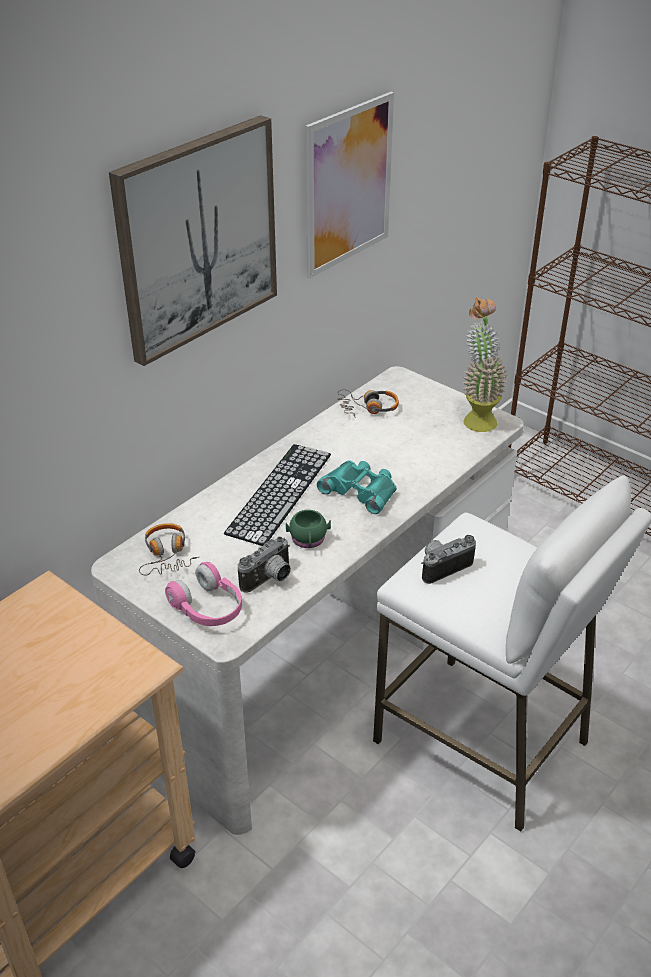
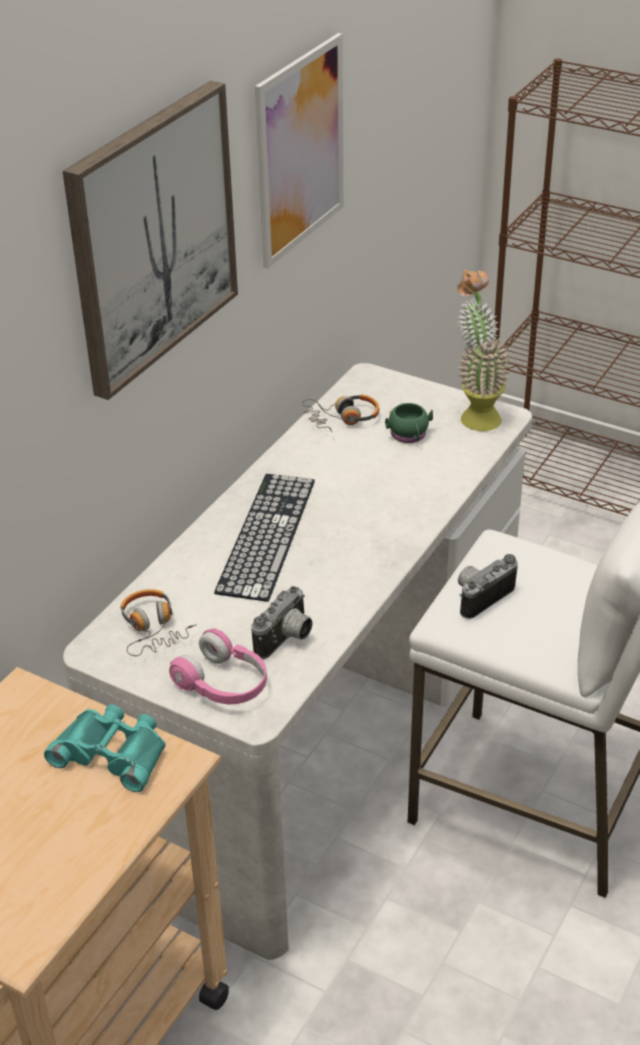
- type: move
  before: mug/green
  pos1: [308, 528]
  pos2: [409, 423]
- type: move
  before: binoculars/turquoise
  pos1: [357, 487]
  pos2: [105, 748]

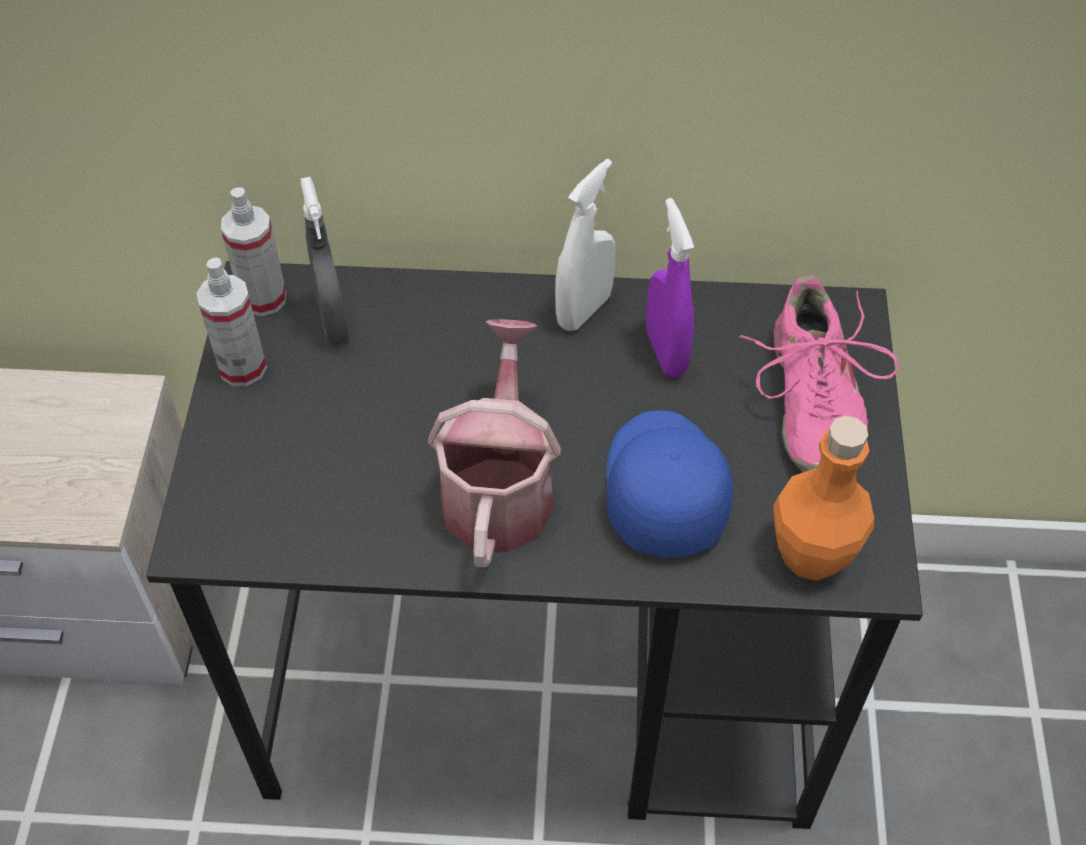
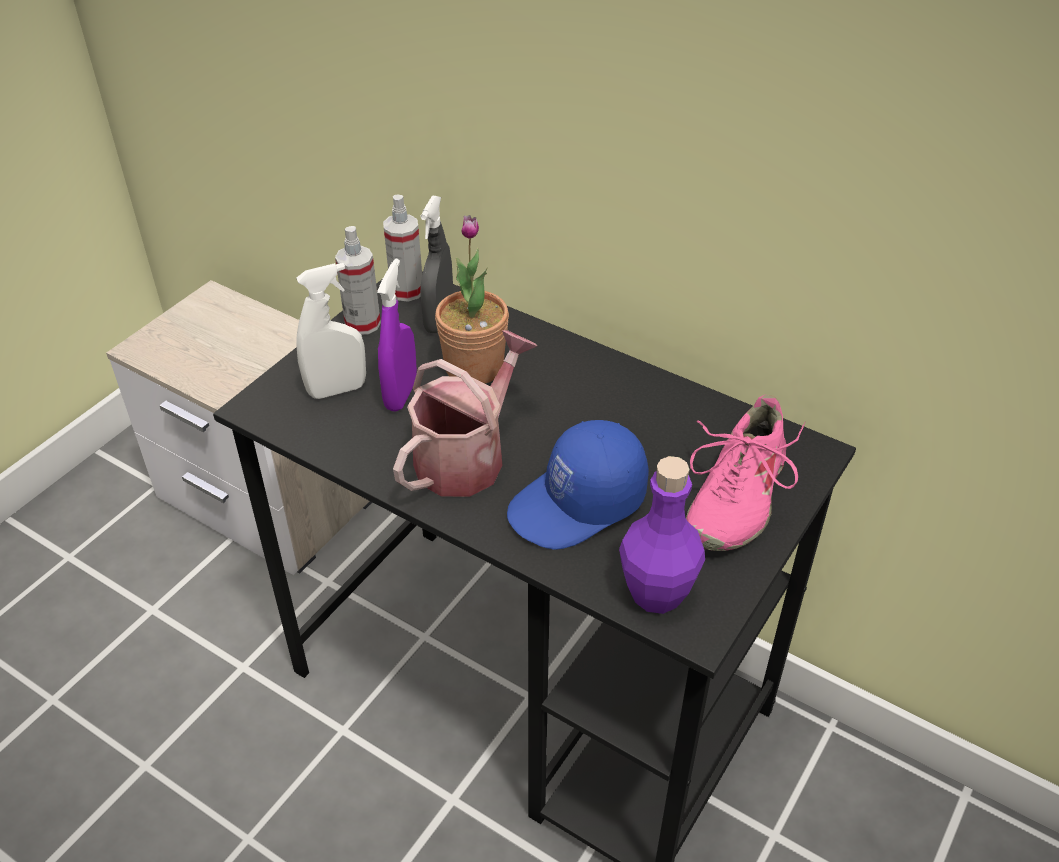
- type: move
  before: spray bottle/white
  pos1: [585, 245]
  pos2: [331, 331]
- type: rotate
  before: cap/blue
  pos1: [670, 484]
  pos2: [578, 485]
  turn: -150
- type: move
  before: spray bottle/purple
  pos1: [670, 287]
  pos2: [397, 335]
- type: recolor
  before: bottle/orange
  after: bottle/purple
  pos1: [823, 498]
  pos2: [662, 535]
- type: insert
  after: potted plant
  pos2: [472, 299]

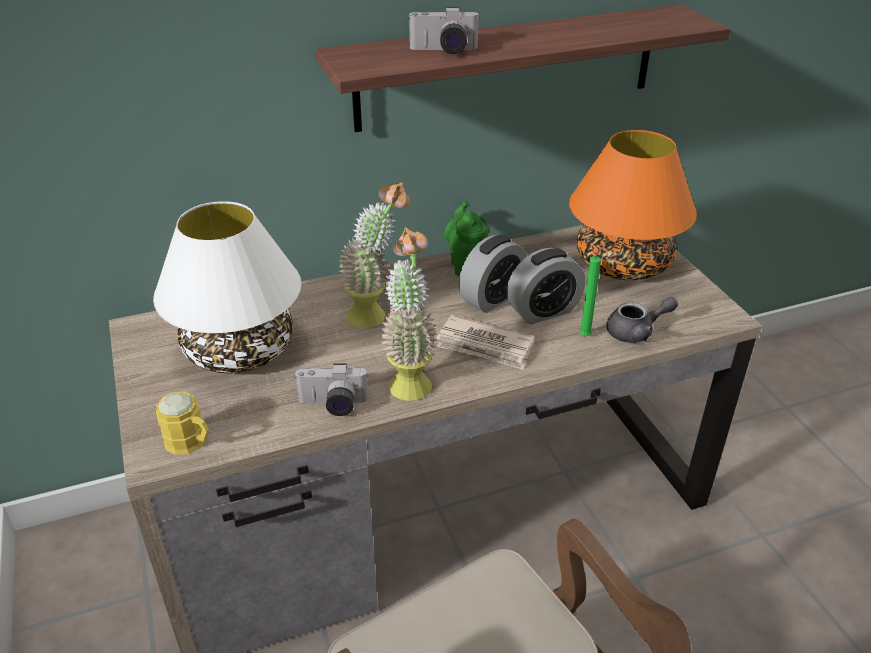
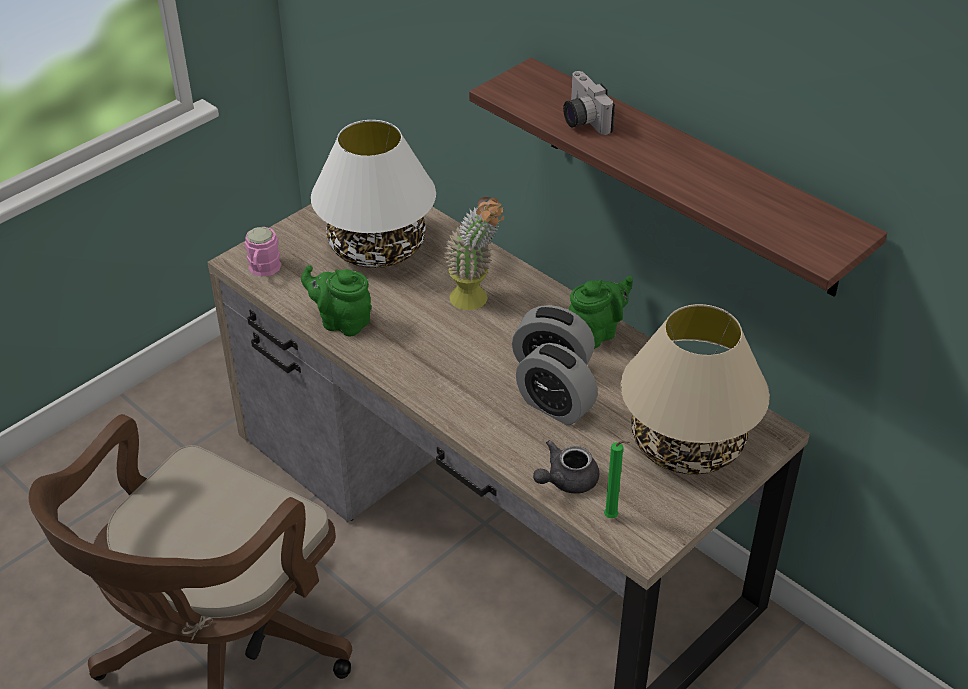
- type: recolor
  before: mug/yellow
  after: mug/pink
  pos1: [182, 423]
  pos2: [263, 252]
- type: replace
  before: photo camera
  after: teapot/green
  pos1: [331, 389]
  pos2: [336, 301]
- type: delete
  before: potted plant
  pos1: [409, 314]
- type: delete
  before: newspaper
  pos1: [485, 342]
- type: recolor
  before: table lamp/orange
  after: table lamp/beige
  pos1: [633, 205]
  pos2: [695, 389]
- type: move
  before: candle/green
  pos1: [592, 291]
  pos2: [617, 479]
- type: rotate
  before: teapot/grey
  pos1: [642, 320]
  pos2: [566, 467]
  turn: 90

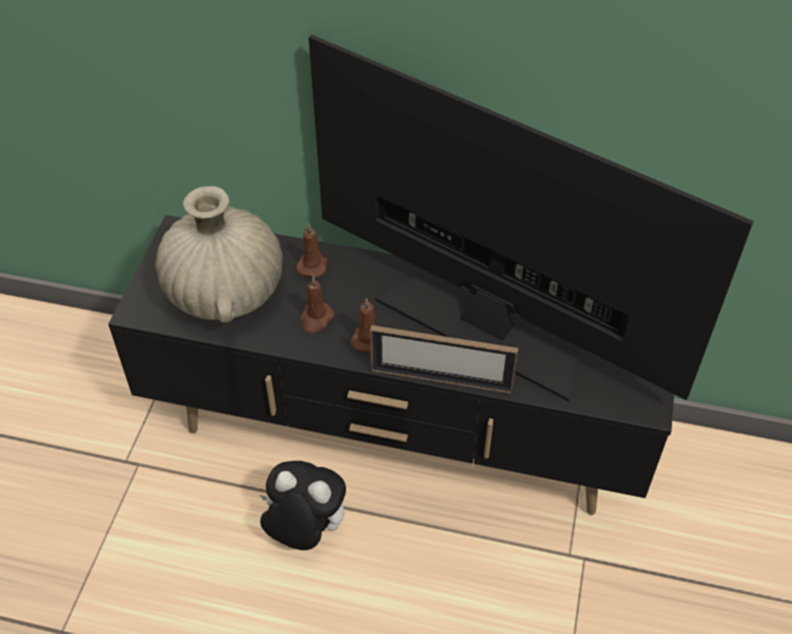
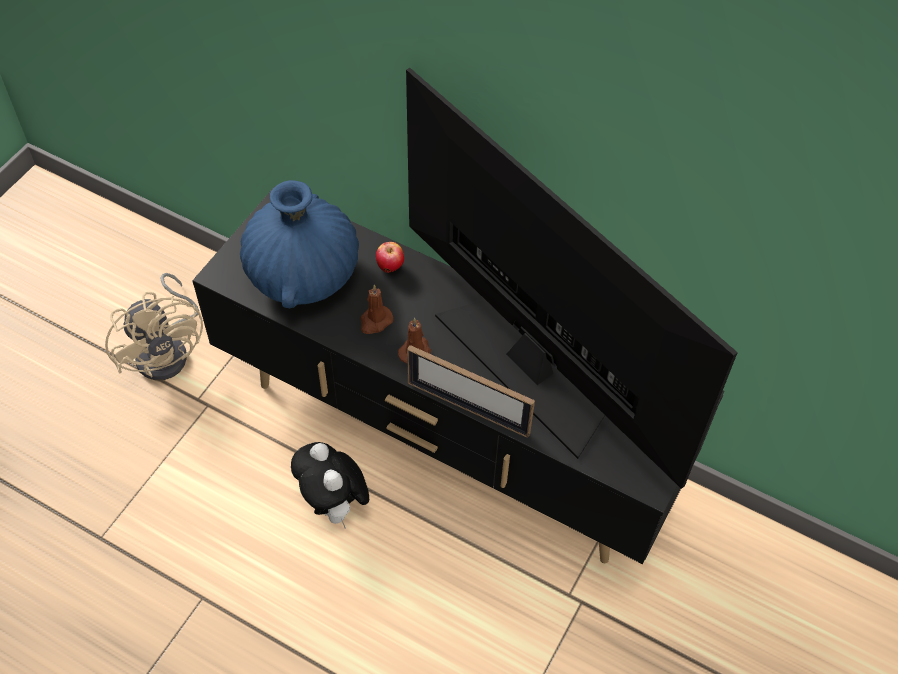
- type: recolor
  before: vase/beige
  after: vase/blue
  pos1: [219, 254]
  pos2: [299, 244]
- type: rotate
  before: plush toy
  pos1: [303, 505]
  pos2: [330, 485]
  turn: -150
- type: replace
  before: candle/brown
  after: apple
  pos1: [312, 251]
  pos2: [390, 257]
- type: insert
  after: fan/beige
  pos2: [154, 326]

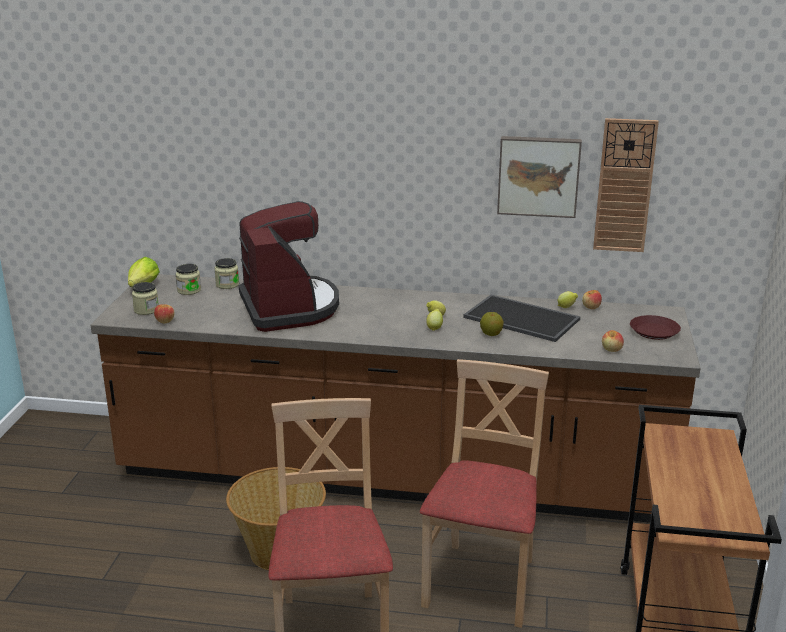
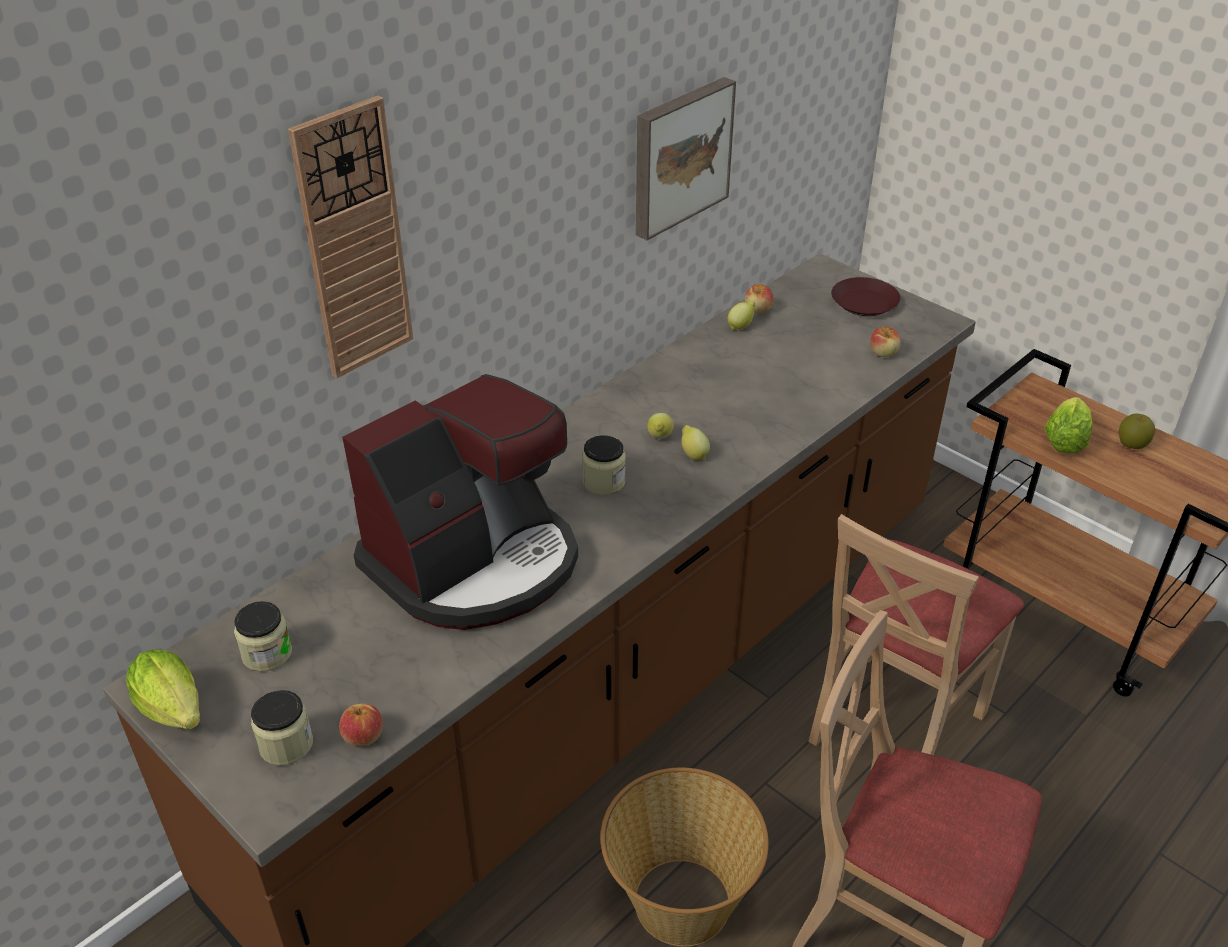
- type: move
  before: jar
  pos1: [226, 273]
  pos2: [604, 465]
- type: rotate
  before: coffee machine
  pos1: [289, 266]
  pos2: [460, 502]
  turn: 120
- type: rotate
  before: chair/beige
  pos1: [484, 493]
  pos2: [916, 634]
  turn: -105
- type: delete
  before: tray
  pos1: [521, 318]
- type: move
  before: apple
  pos1: [492, 324]
  pos2: [1137, 431]
- type: move
  before: wall clock
  pos1: [626, 185]
  pos2: [350, 237]
- type: insert
  after: lettuce
  pos2: [1068, 425]

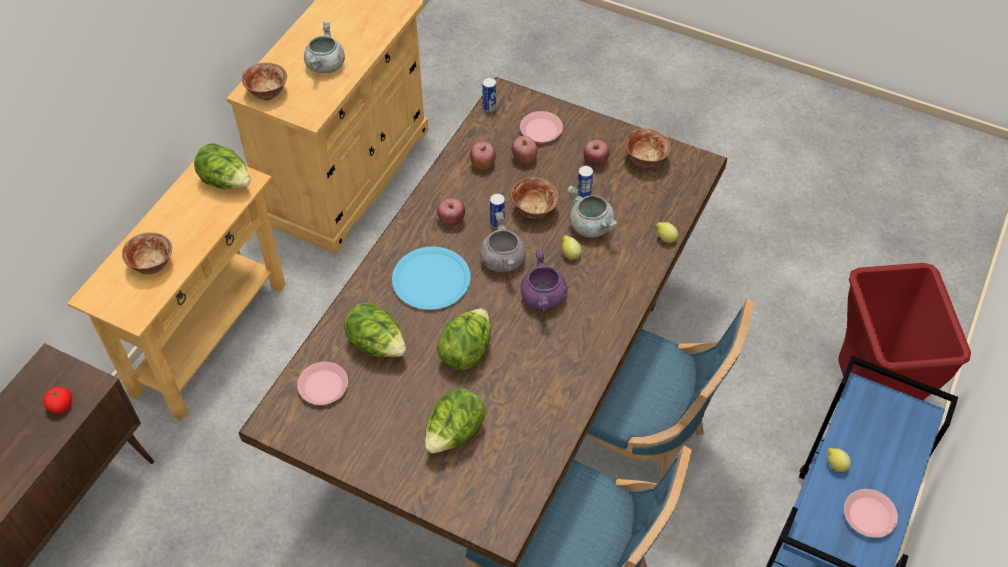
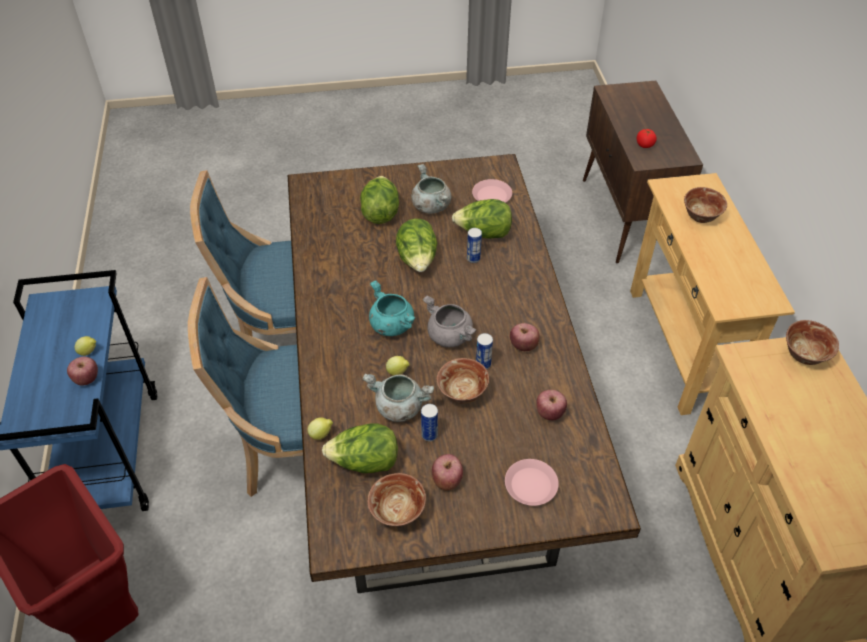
- type: move
  before: lettuce
  pos1: [222, 166]
  pos2: [360, 448]
- type: move
  before: cooking pot/grey
  pos1: [324, 47]
  pos2: [431, 188]
- type: delete
  before: plate/blue
  pos1: [431, 278]
- type: move
  before: can
  pos1: [489, 94]
  pos2: [474, 245]
- type: move
  before: apple
  pos1: [524, 150]
  pos2: [82, 371]
- type: recolor
  before: cooking pot/purple
  after: cooking pot/turquoise
  pos1: [544, 280]
  pos2: [392, 308]
- type: delete
  before: plate/pink
  pos1: [871, 513]

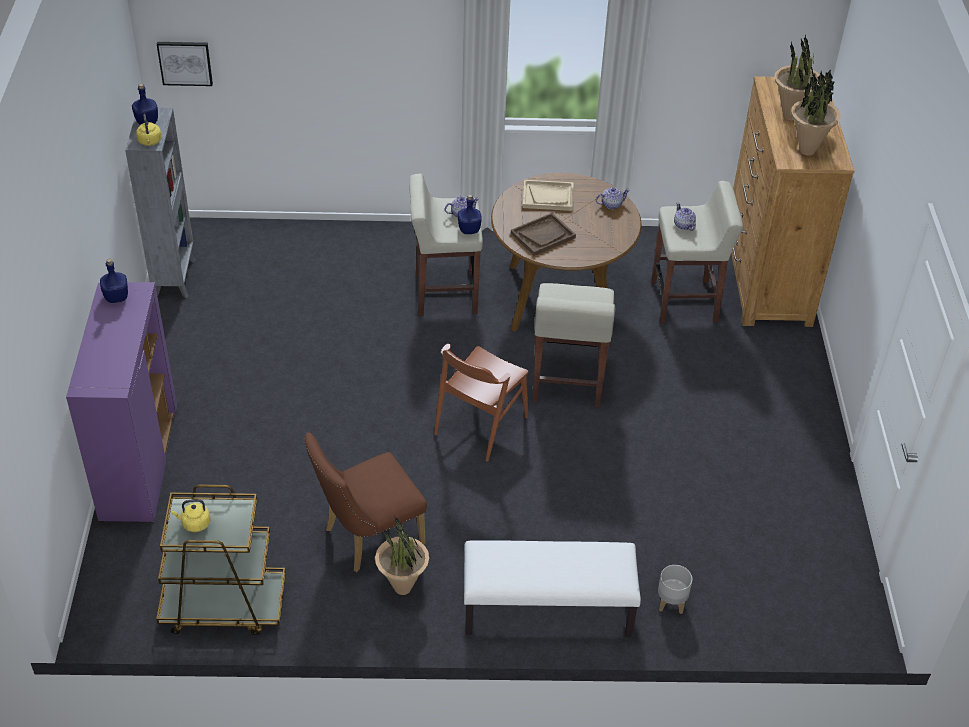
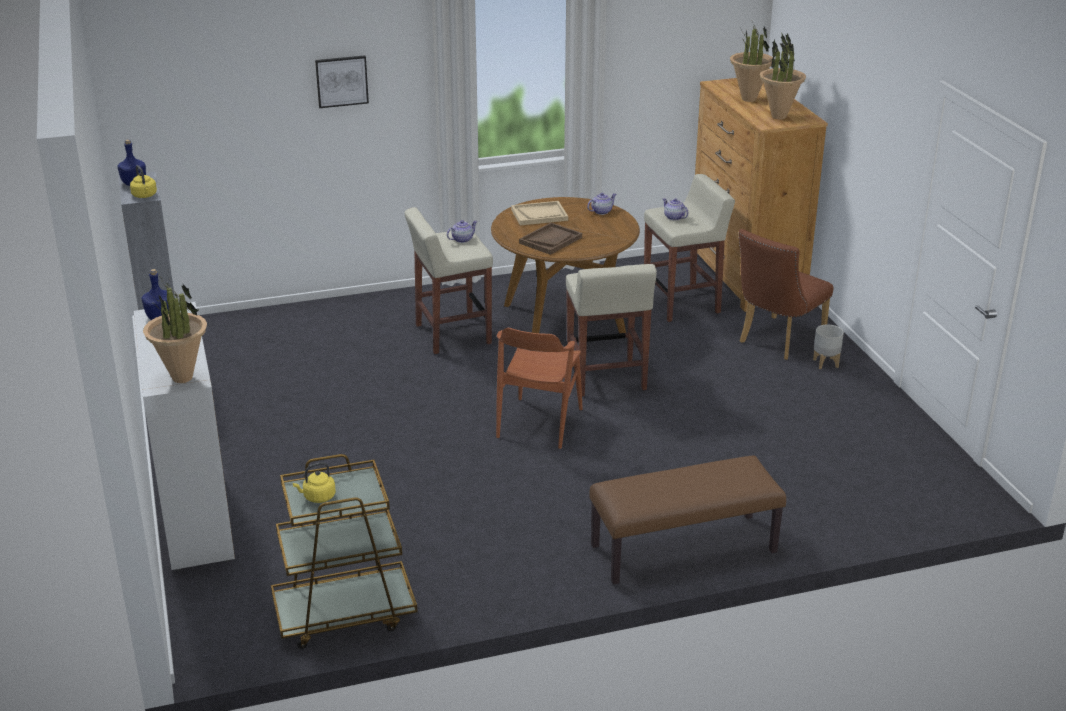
- type: recolor
  before: cabinet/purple
  after: cabinet/white
  pos1: [121, 402]
  pos2: [184, 436]
- type: move
  before: picture
  pos1: [185, 64]
  pos2: [342, 81]
- type: move
  before: chair/brown
  pos1: [365, 502]
  pos2: [786, 294]
- type: move
  before: potted plant
  pos1: [402, 555]
  pos2: [175, 328]
- type: delete
  before: bottle/blue
  pos1: [470, 214]
- type: recolor
  before: bench/white
  after: bench/brown
  pos1: [552, 588]
  pos2: [687, 520]
- type: move
  before: planter/grey
  pos1: [675, 589]
  pos2: [828, 347]

